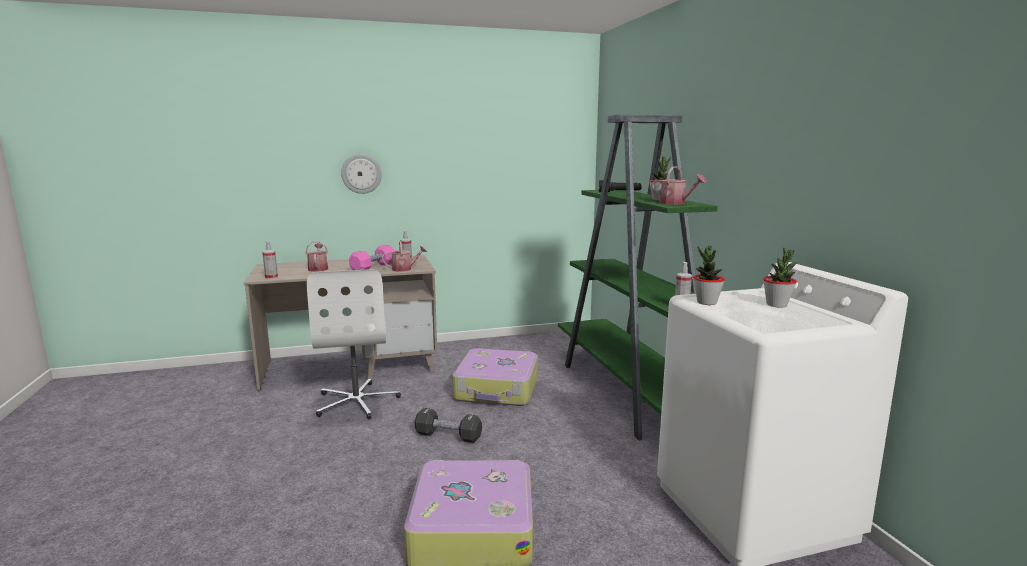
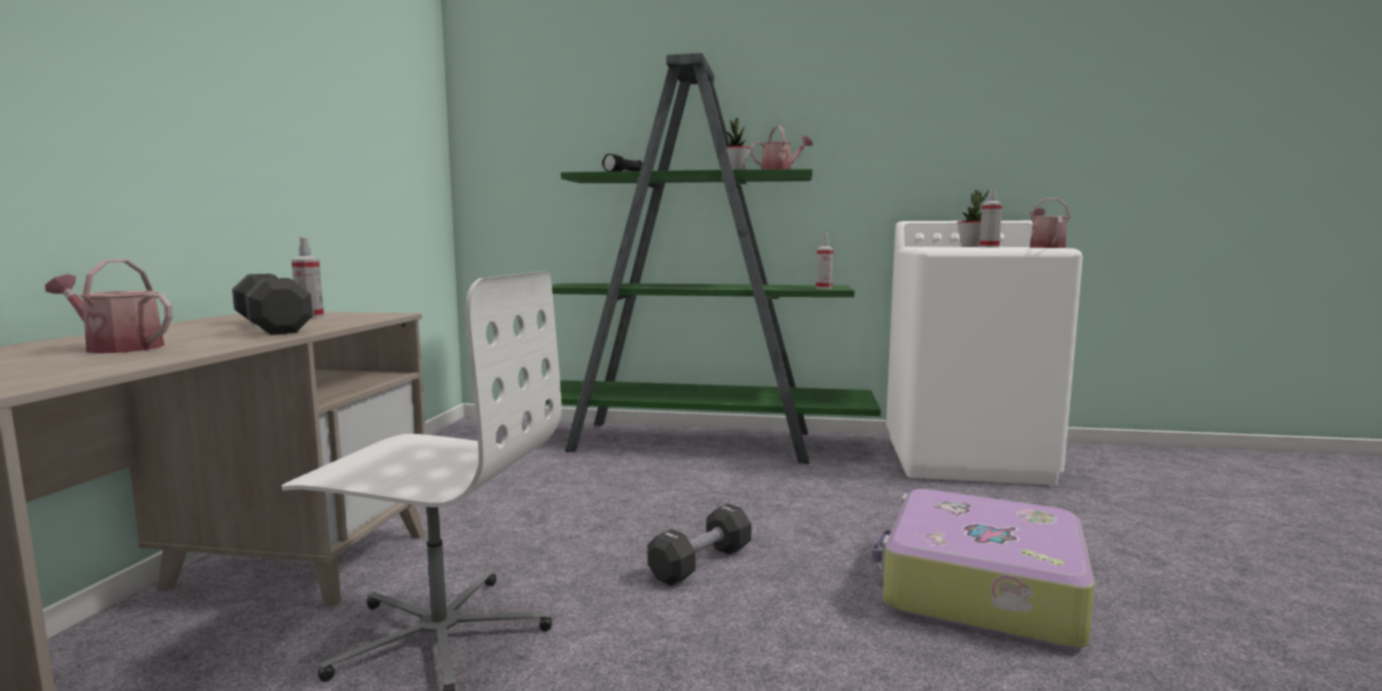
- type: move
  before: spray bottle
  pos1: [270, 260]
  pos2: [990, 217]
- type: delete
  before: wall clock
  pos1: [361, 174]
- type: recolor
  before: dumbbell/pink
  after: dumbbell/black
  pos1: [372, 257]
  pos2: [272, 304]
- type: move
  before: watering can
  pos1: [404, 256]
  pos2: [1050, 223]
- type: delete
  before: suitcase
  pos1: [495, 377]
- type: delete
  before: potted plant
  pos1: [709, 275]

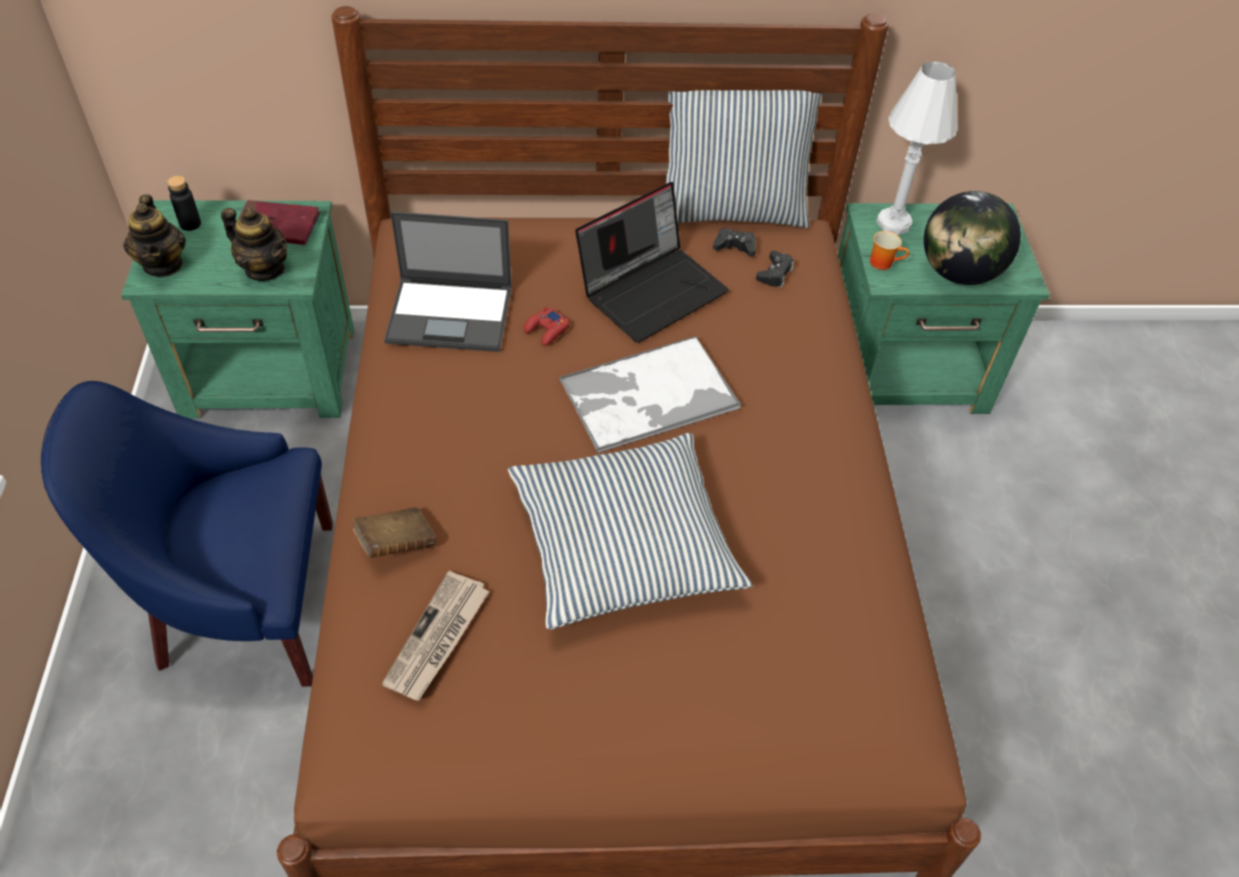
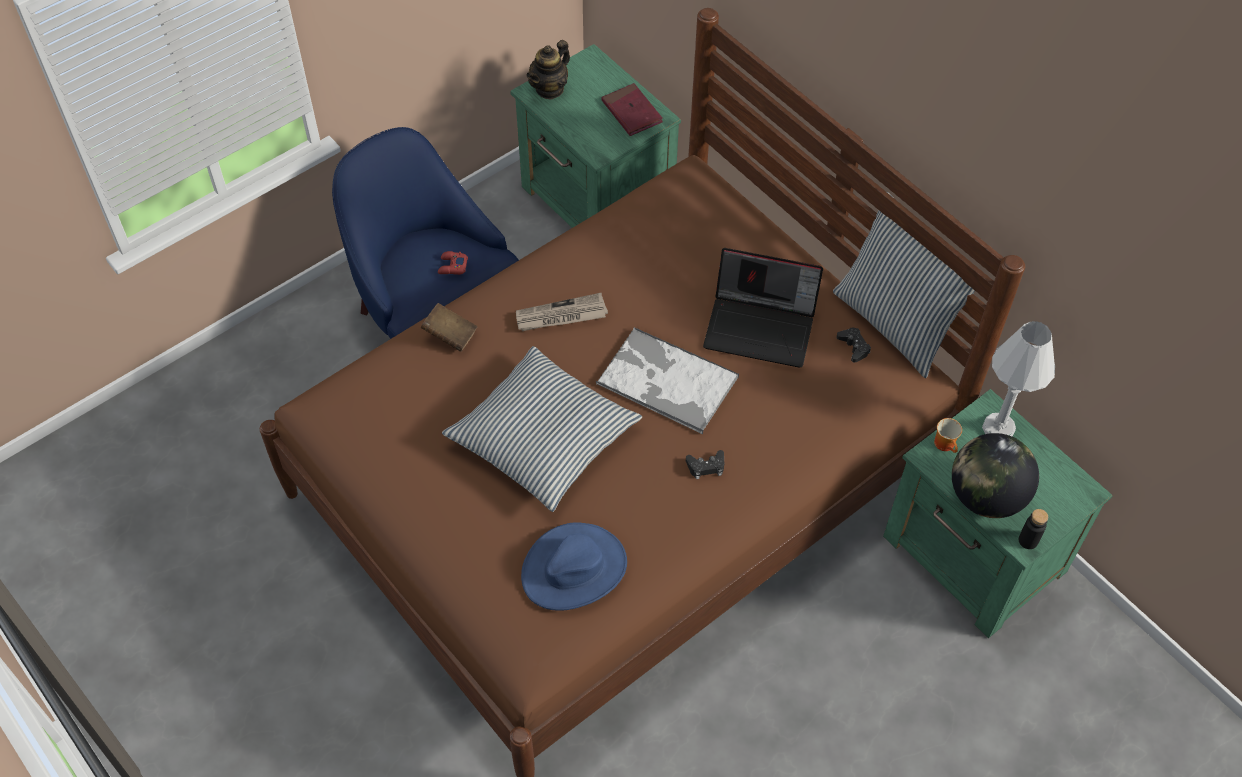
- type: move
  before: bottle/black
  pos1: [184, 203]
  pos2: [1033, 529]
- type: delete
  before: teapot
  pos1: [254, 244]
- type: move
  before: newspaper
  pos1: [435, 636]
  pos2: [562, 312]
- type: delete
  before: laptop
  pos1: [448, 281]
- type: move
  before: game controller/red
  pos1: [546, 326]
  pos2: [453, 263]
- type: move
  before: game controller/black
  pos1: [775, 268]
  pos2: [705, 464]
- type: insert
  after: hat/blue
  pos2: [574, 567]

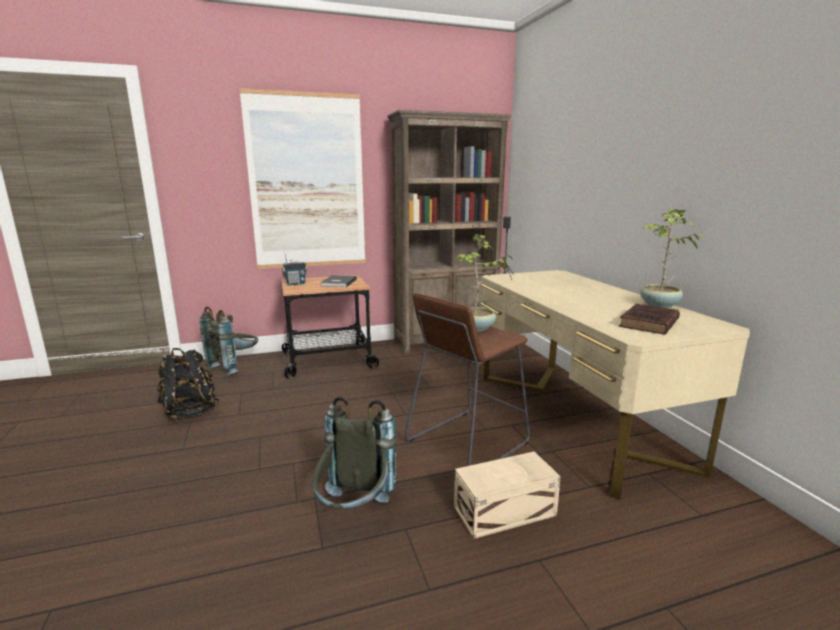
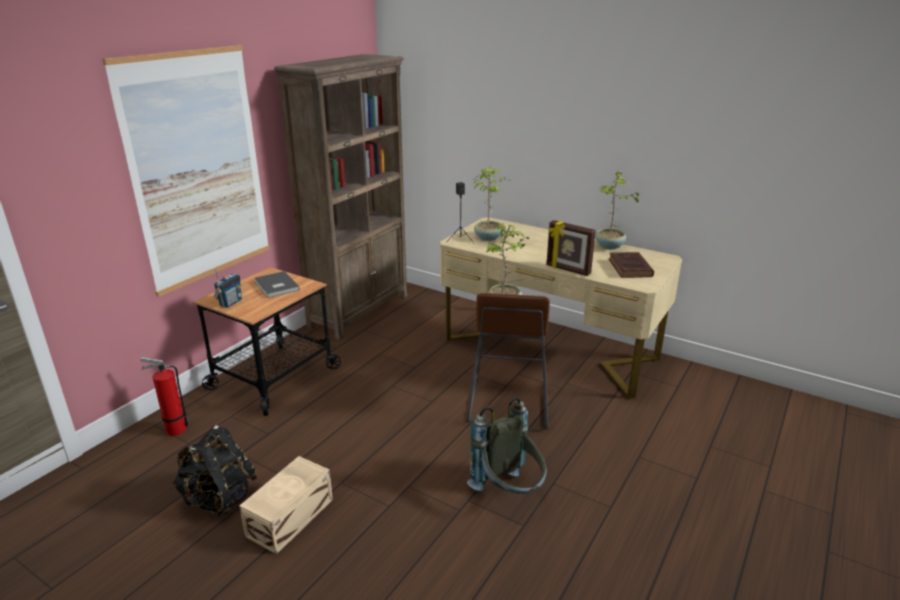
- type: replace
  before: backpack/grey
  after: fire extinguisher
  pos1: [229, 341]
  pos2: [165, 396]
- type: move
  before: storage box/beige
  pos1: [507, 495]
  pos2: [286, 505]
- type: insert
  after: potted plant
  pos2: [491, 203]
- type: insert
  after: picture frame
  pos2: [571, 248]

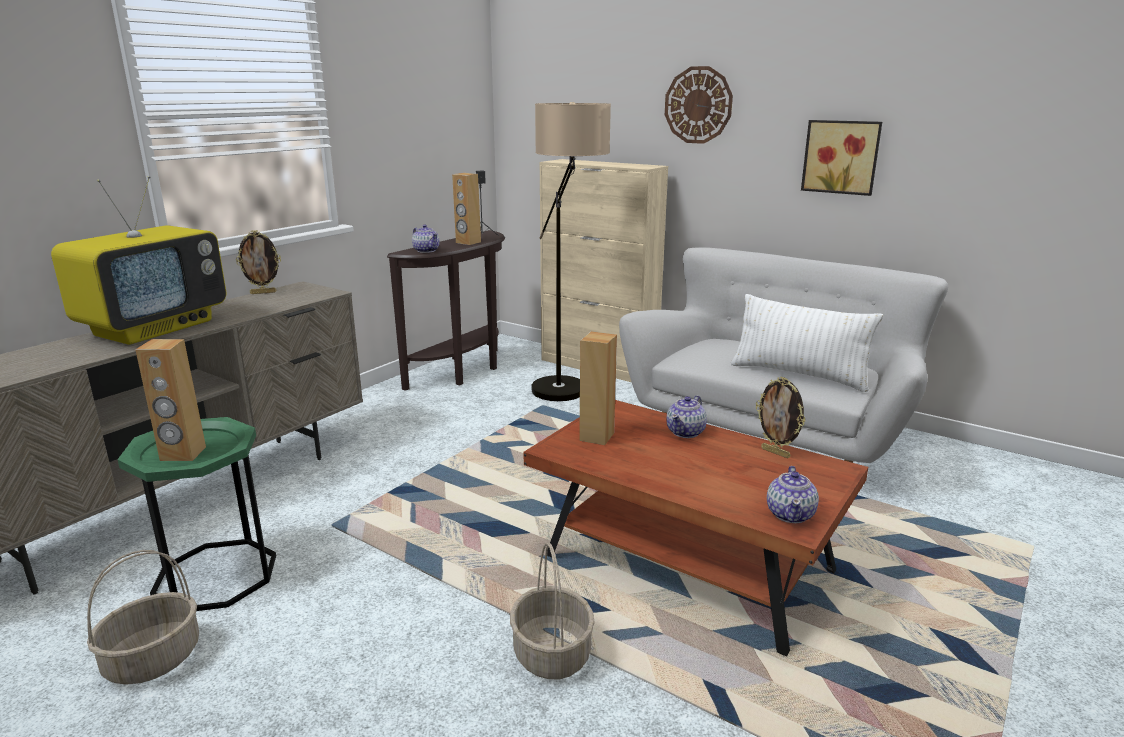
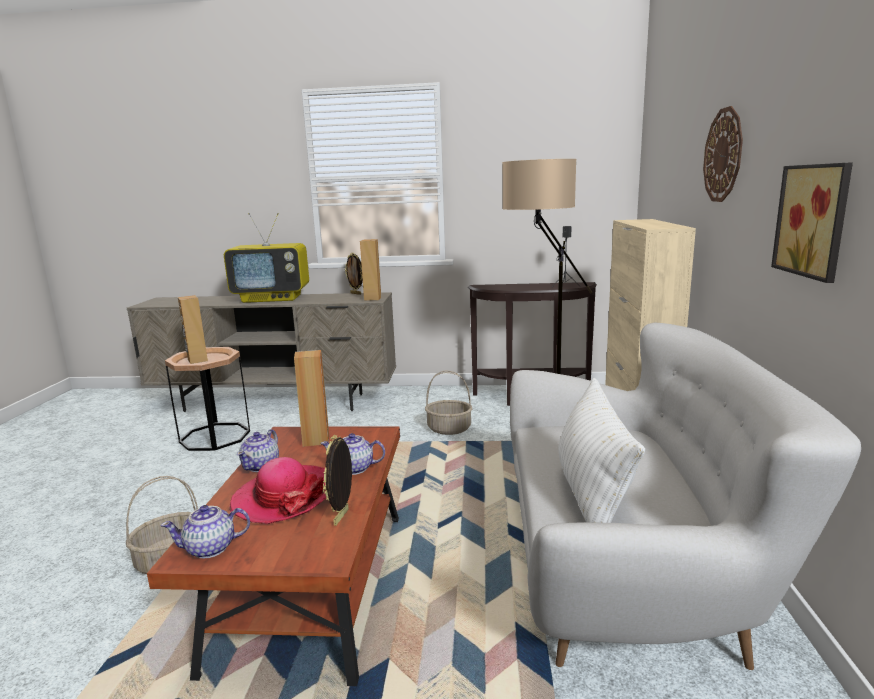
- type: move
  before: basket
  pos1: [143, 617]
  pos2: [448, 403]
- type: recolor
  before: side table/green
  after: side table/brown
  pos1: [197, 514]
  pos2: [207, 399]
- type: move
  before: teapot
  pos1: [426, 238]
  pos2: [258, 450]
- type: move
  before: speaker/brown
  pos1: [466, 209]
  pos2: [370, 270]
- type: insert
  after: hat
  pos2: [277, 490]

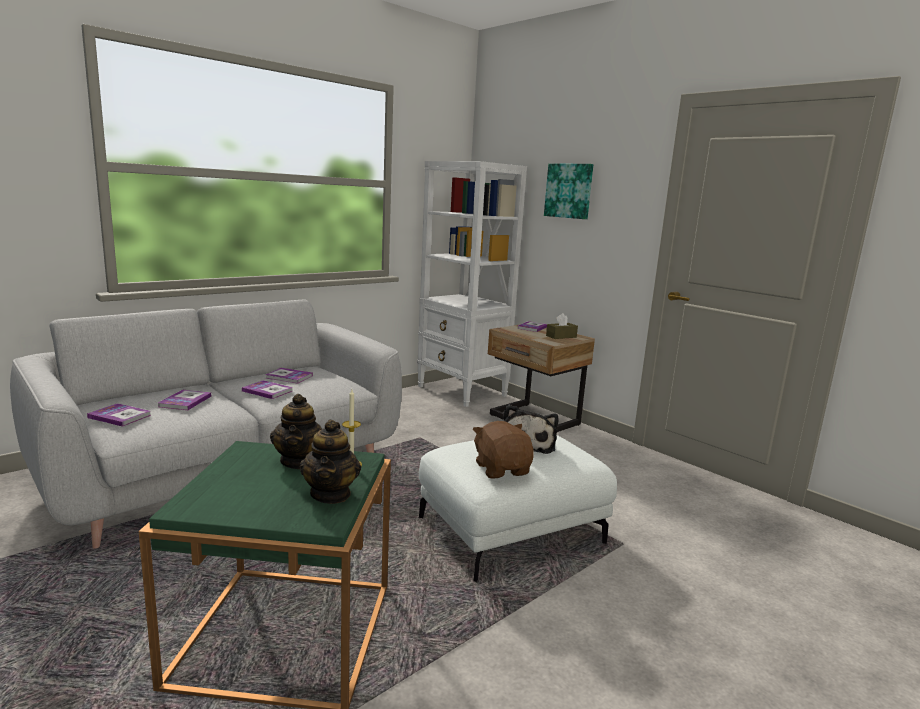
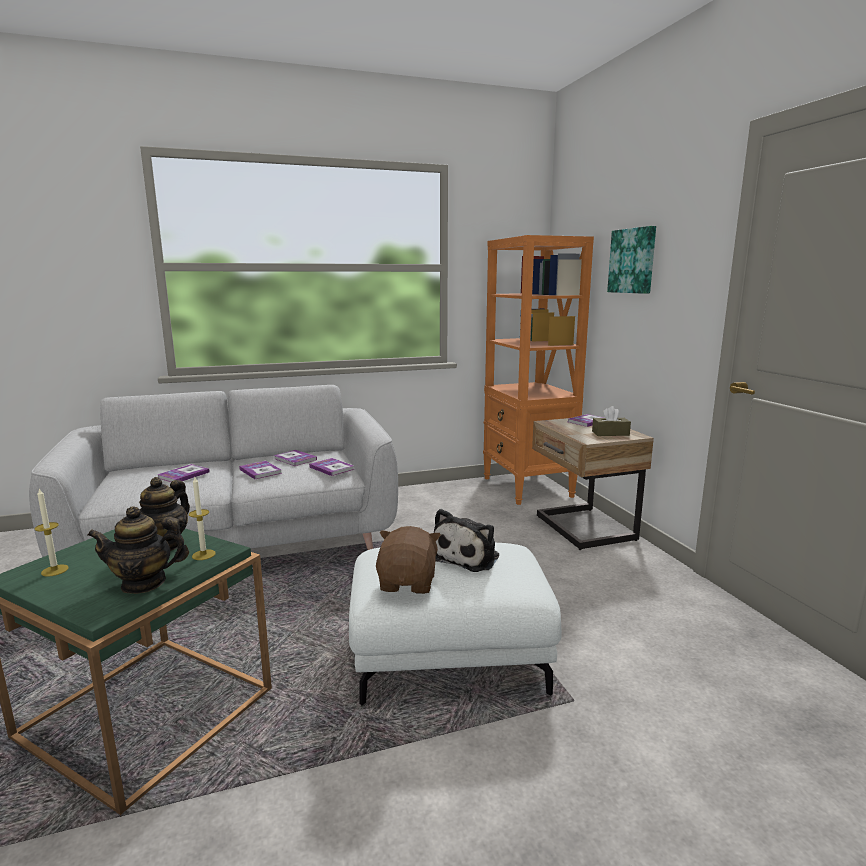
- type: move
  before: book
  pos1: [119, 415]
  pos2: [332, 467]
- type: rotate
  before: teapot
  pos1: [330, 461]
  pos2: [138, 550]
  turn: 60
- type: recolor
  before: bookcase/white
  after: bookcase/orange
  pos1: [472, 284]
  pos2: [538, 370]
- type: insert
  after: candle
  pos2: [52, 532]

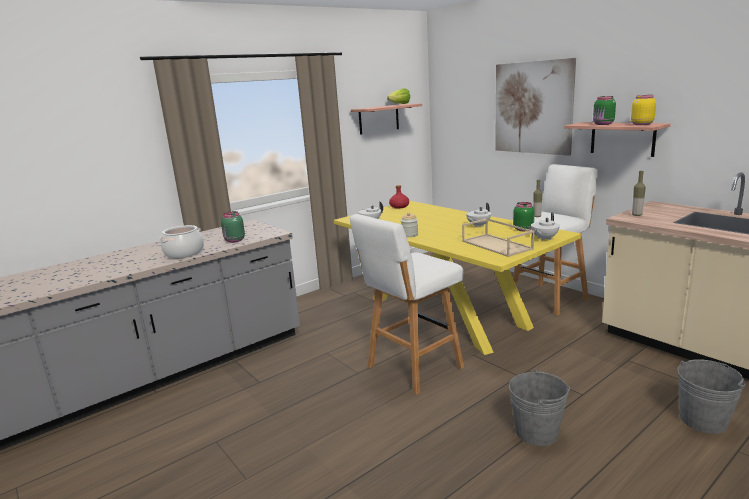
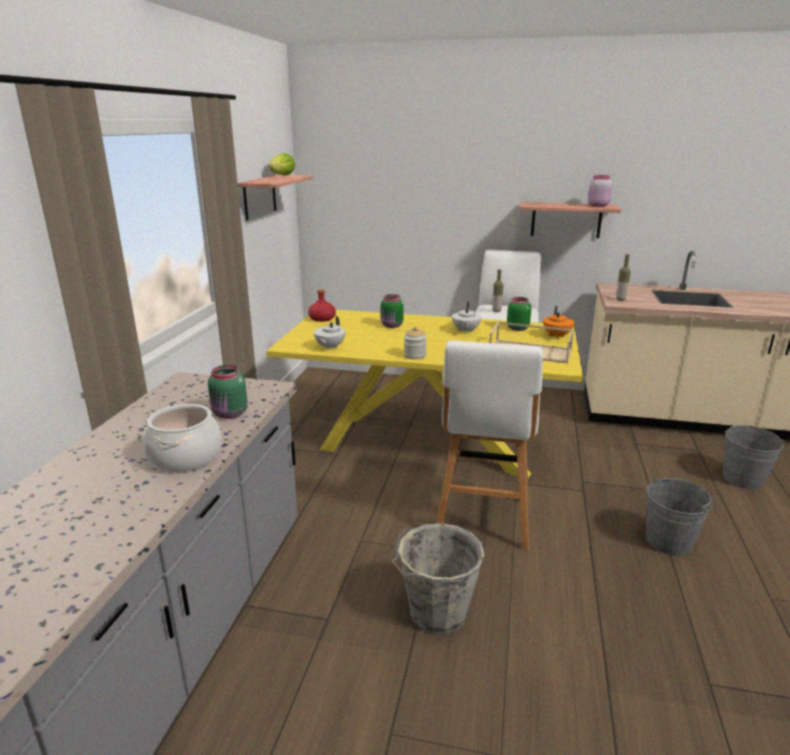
- type: delete
  before: picture
  pos1: [535, 107]
- type: recolor
  before: teapot/white
  after: teapot/orange
  pos1: [545, 226]
  pos2: [558, 322]
- type: move
  before: jar/green
  pos1: [604, 110]
  pos2: [392, 311]
- type: recolor
  before: jar/yellow
  after: jar/pink
  pos1: [643, 110]
  pos2: [600, 191]
- type: insert
  after: bucket/grey
  pos2: [438, 579]

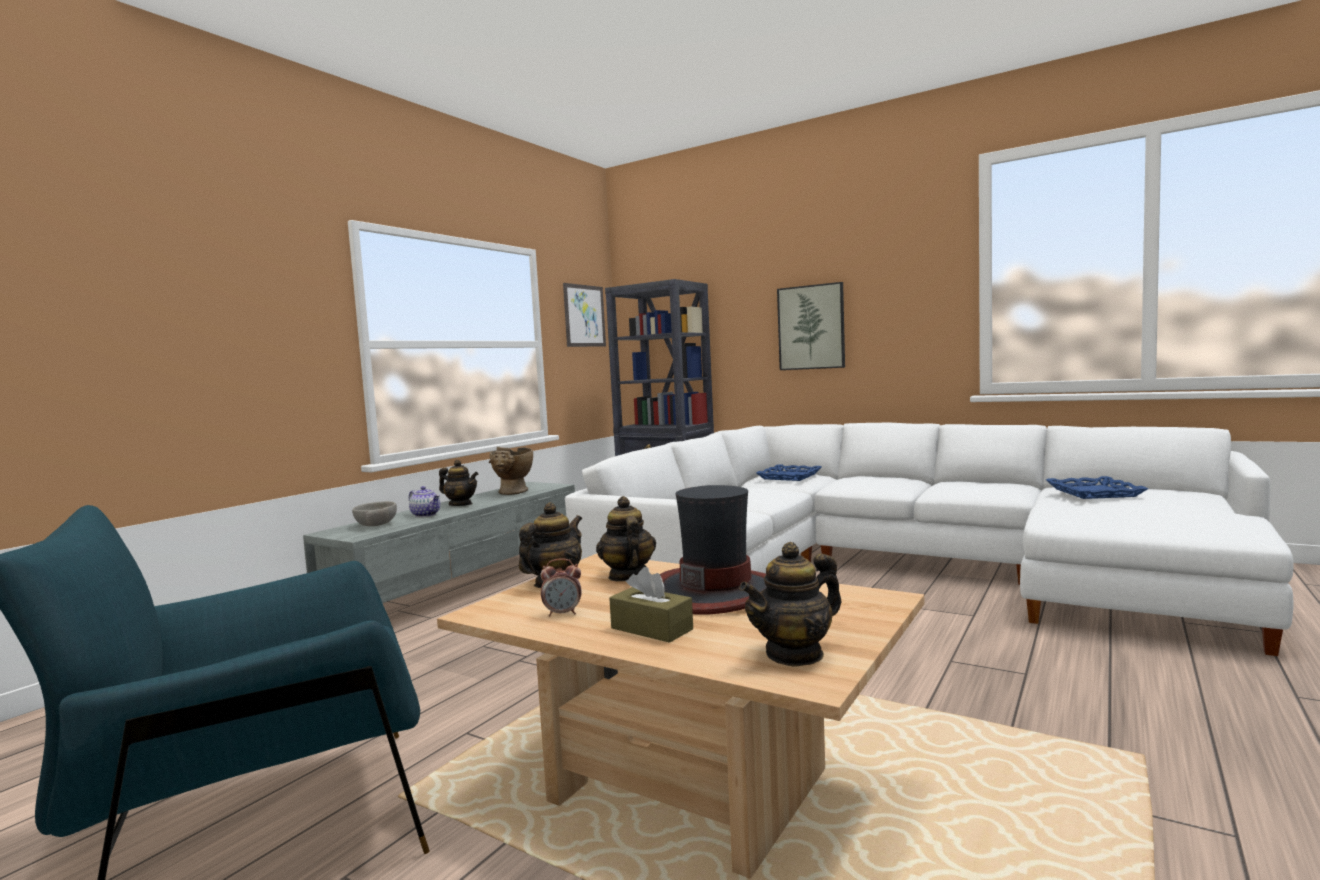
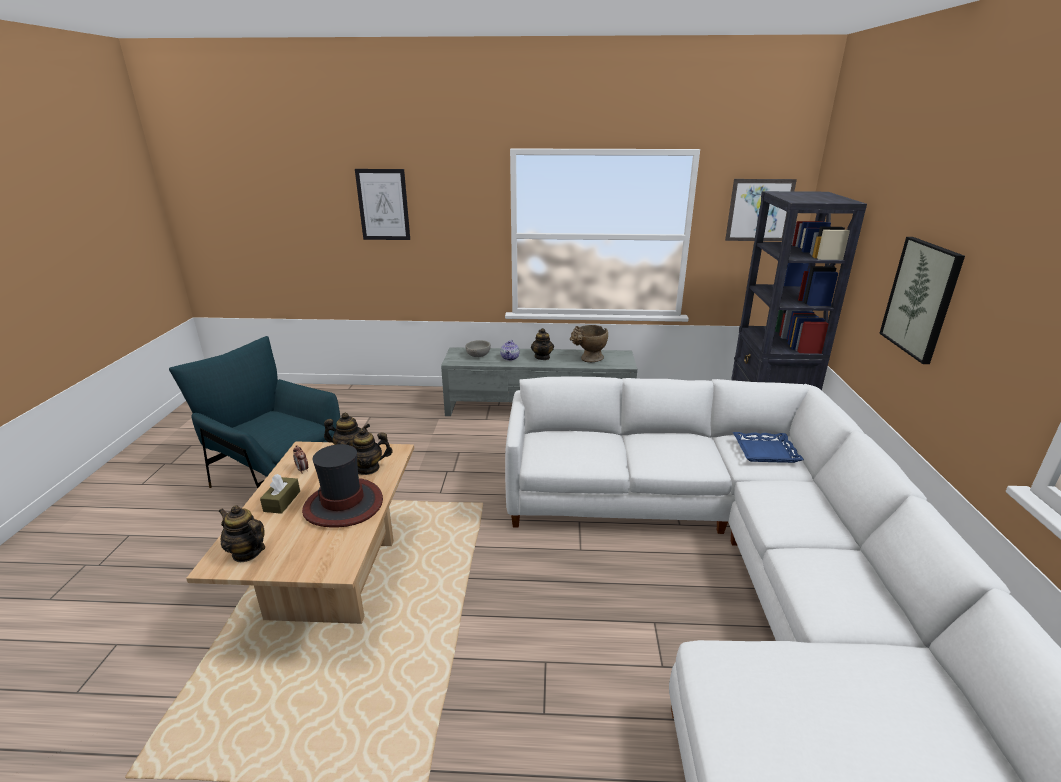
- type: rotate
  before: teapot
  pos1: [626, 539]
  pos2: [365, 451]
  turn: -150
- type: delete
  before: tray/blue
  pos1: [1097, 487]
- type: insert
  after: picture
  pos2: [382, 204]

